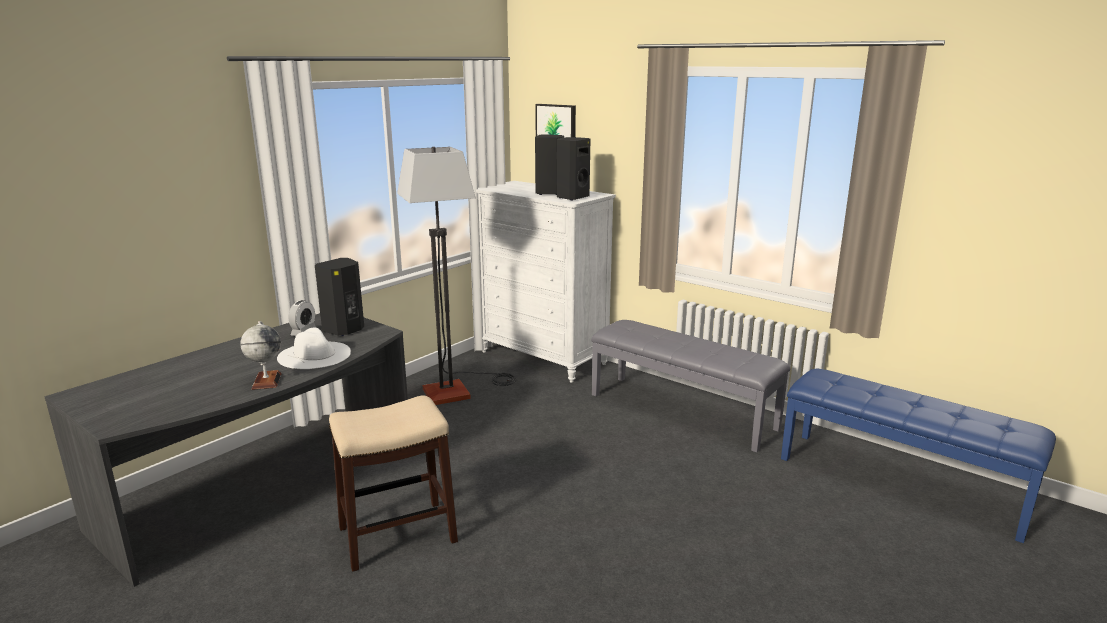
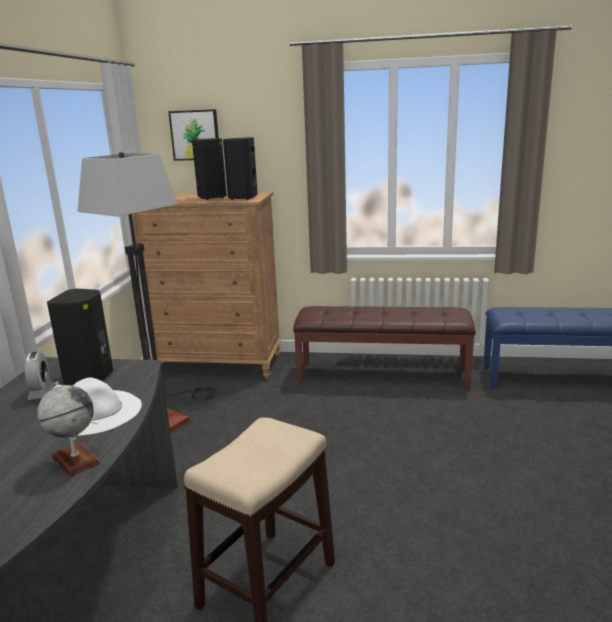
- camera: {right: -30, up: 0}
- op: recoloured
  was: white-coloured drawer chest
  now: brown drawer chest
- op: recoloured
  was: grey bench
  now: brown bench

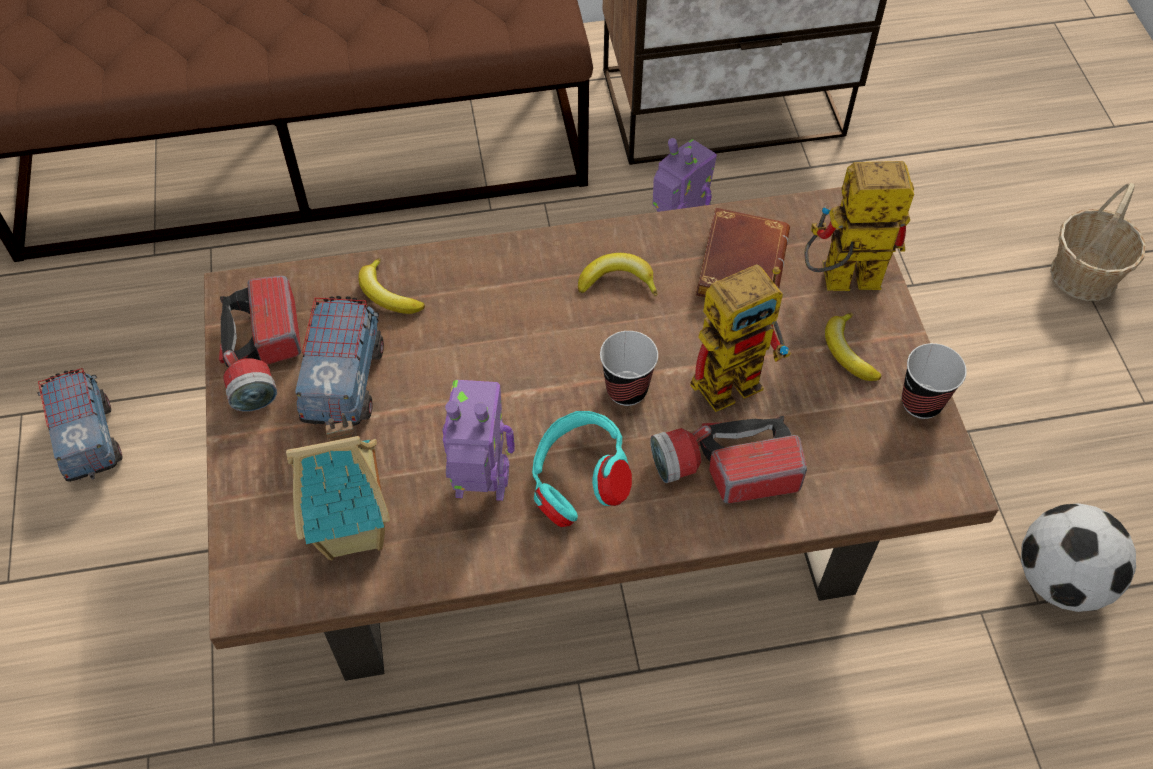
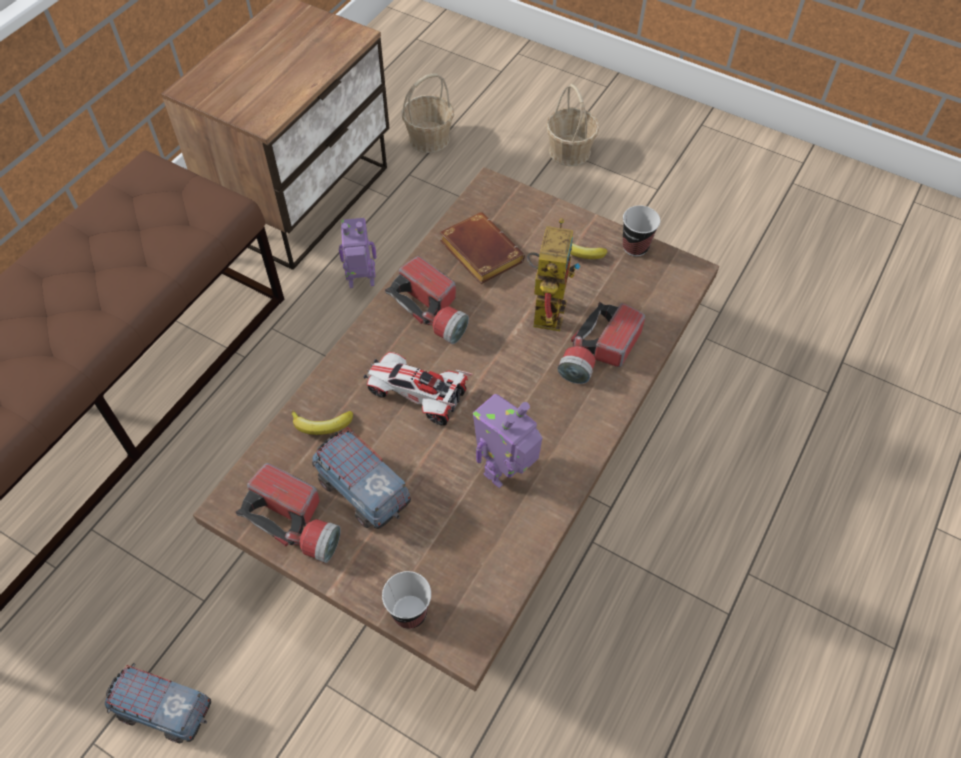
- camera: {right: -50, up: 0}
- op: removed
  was: model house
- op: removed
  was: turquoise-coloured headset
- op: removed
  was: model robot (4th from left)
- op: removed
  was: ball for football
- op: added
  now: miniature car
- op: added
  now: storage basket (1st from left)
- op: moved
  was: cup (1st from left)
- op: replaced
  was: banana (2nd from left)
  now: flashlight (2nd from left)

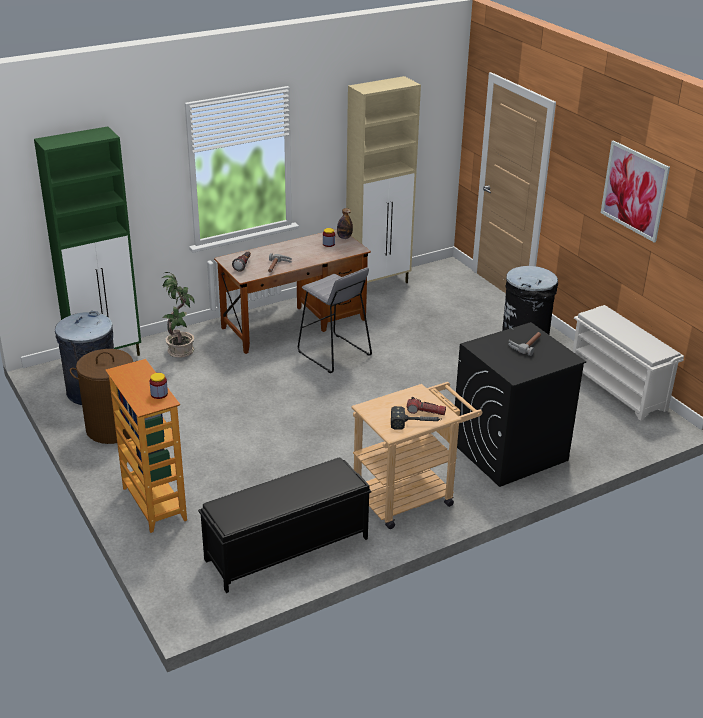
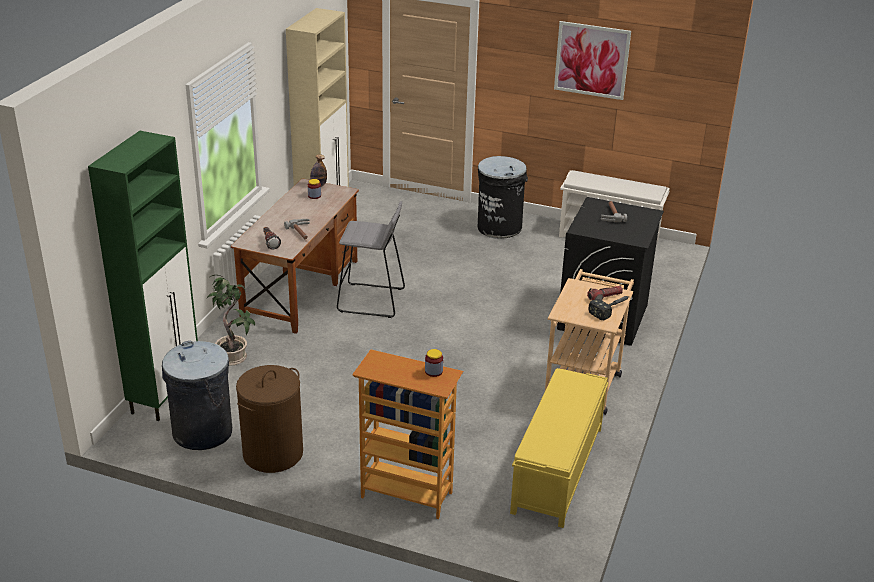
- camera: {right: -40, up: 0}
- op: recoloured
  was: blackish bench
  now: yellow bench

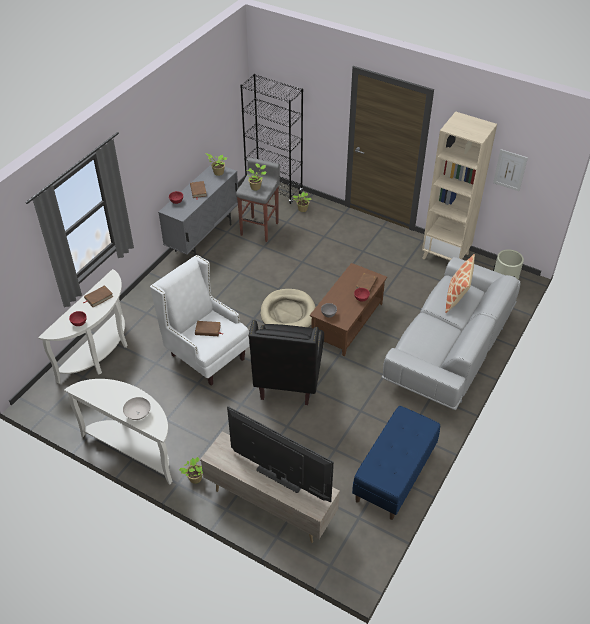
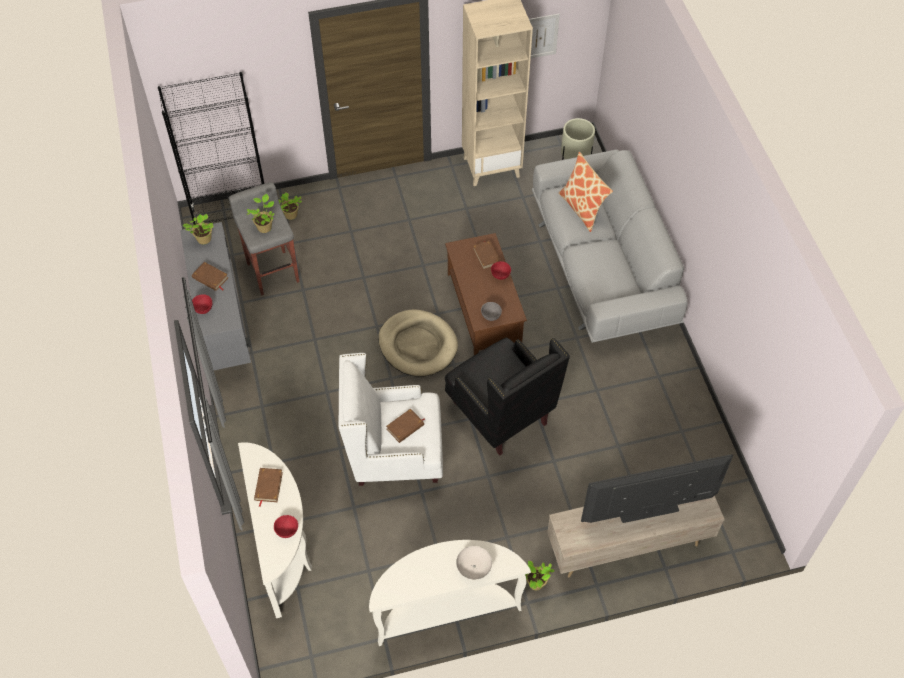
- camera: {right: -45, up: 10}
- op: removed
  was: blue bench

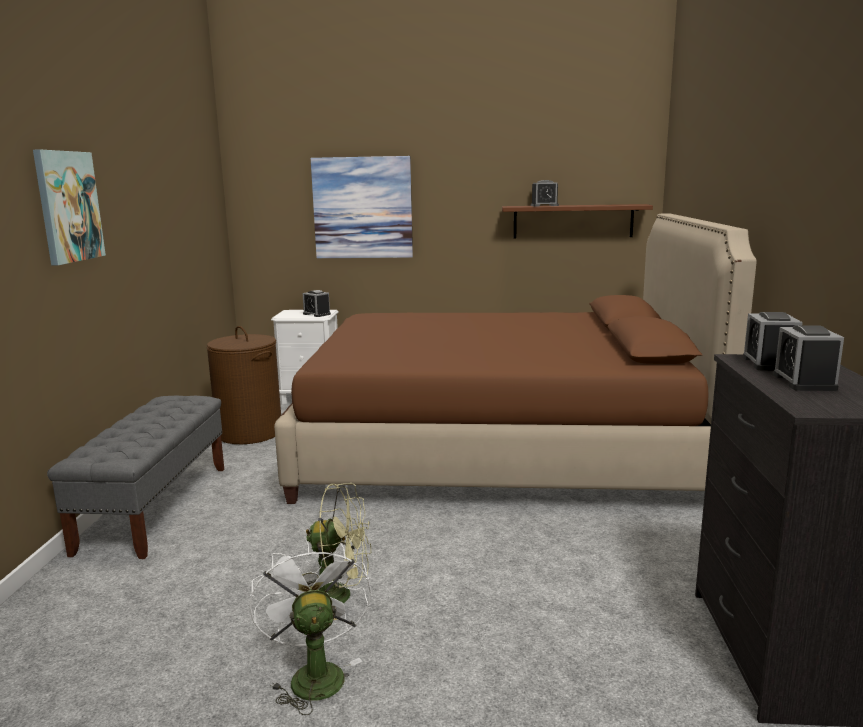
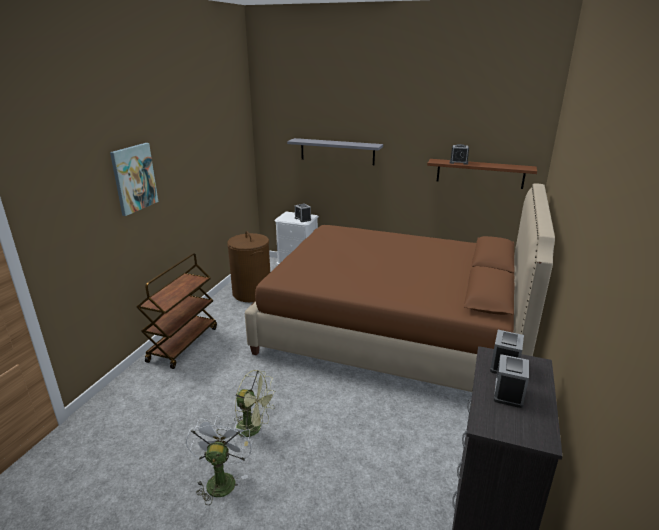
- camera: {right: 15, up: 10}
- op: replaced
  was: grey bench
  now: brown trolley
- op: replaced
  was: wall picture (2nd from left)
  now: grey wall shelf

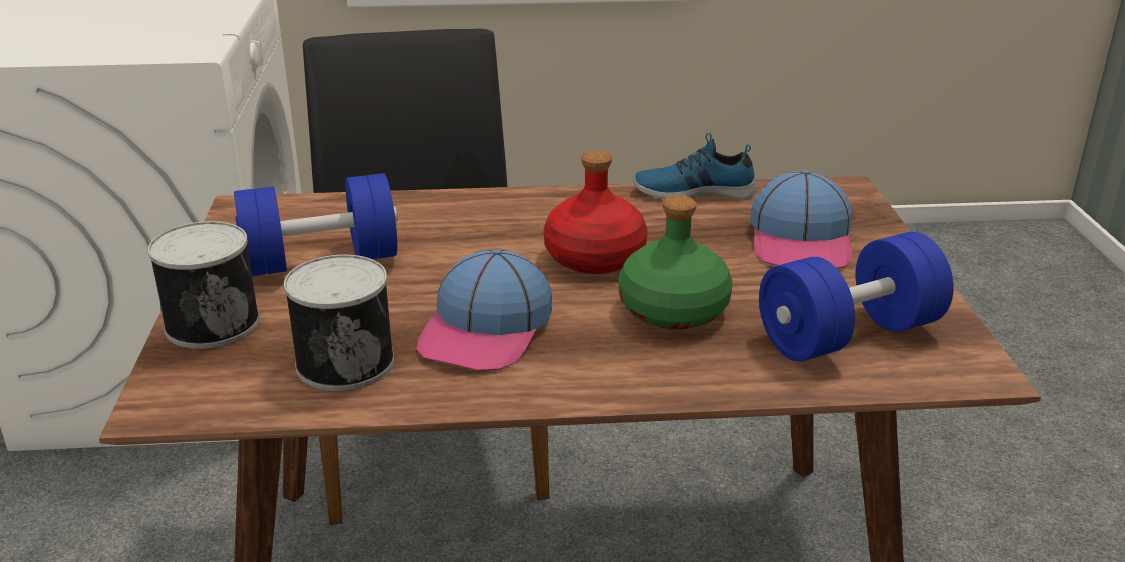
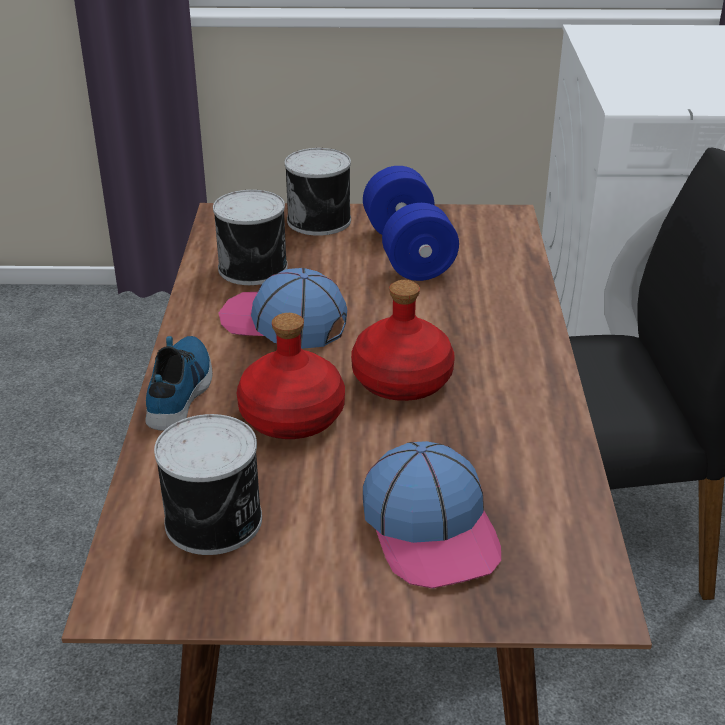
- camera: {right: 95, up: 5}
- op: moved
  was: item of footwear
- op: replaced
  was: blue dumbbell (2nd from left)
  now: metal can (1st from left)
- op: recoloured
  was: greenish drink bottle
  now: reddish drink bottle (1st from left)
- op: turned
  was: cap (2nd from left)
  clockwise: -120

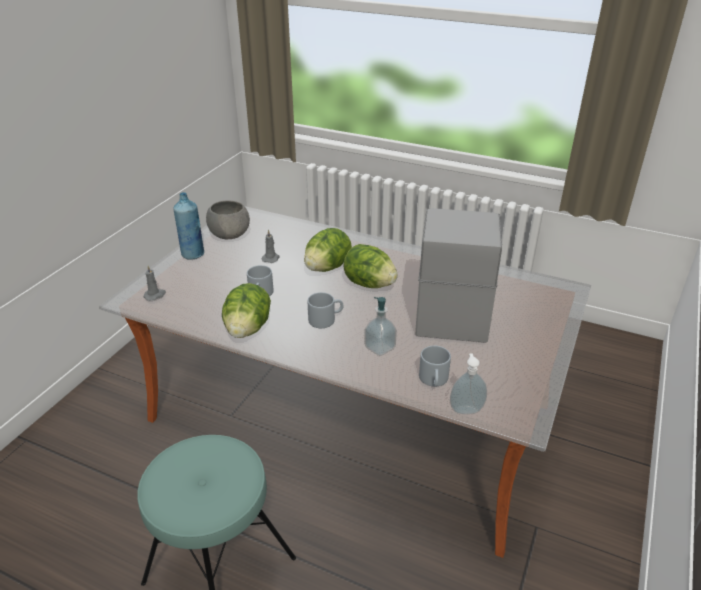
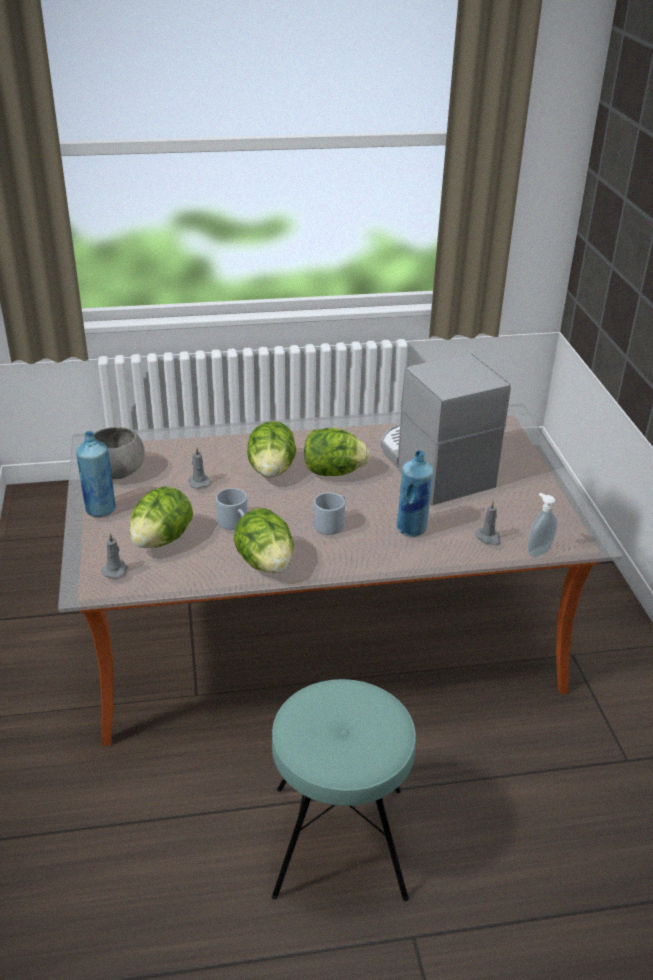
- camera: {right: -35, up: 0}
- op: added
  now: lettuce (1st from left)
- op: replaced
  was: soap bottle (1st from left)
  now: blue drink bottle (2nd from left)
- op: replaced
  was: grey tea mug (3rd from left)
  now: grey wax candle (3rd from left)

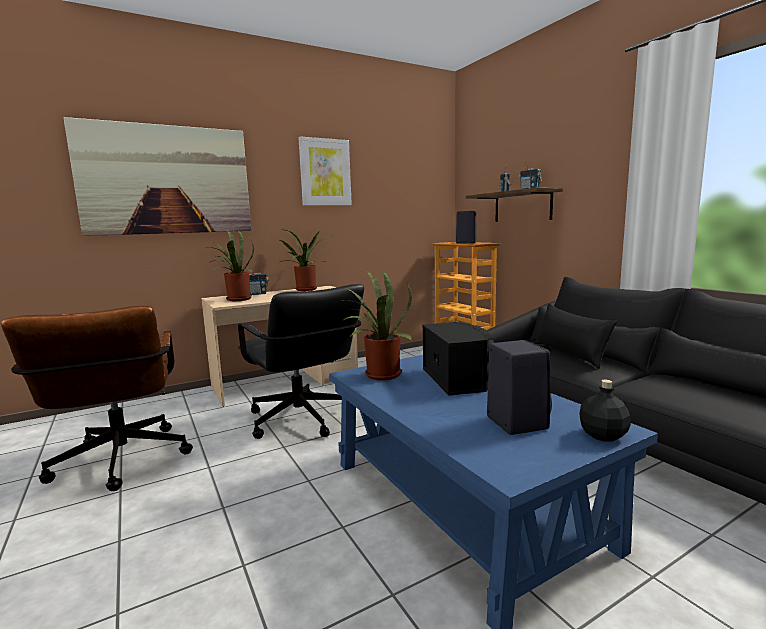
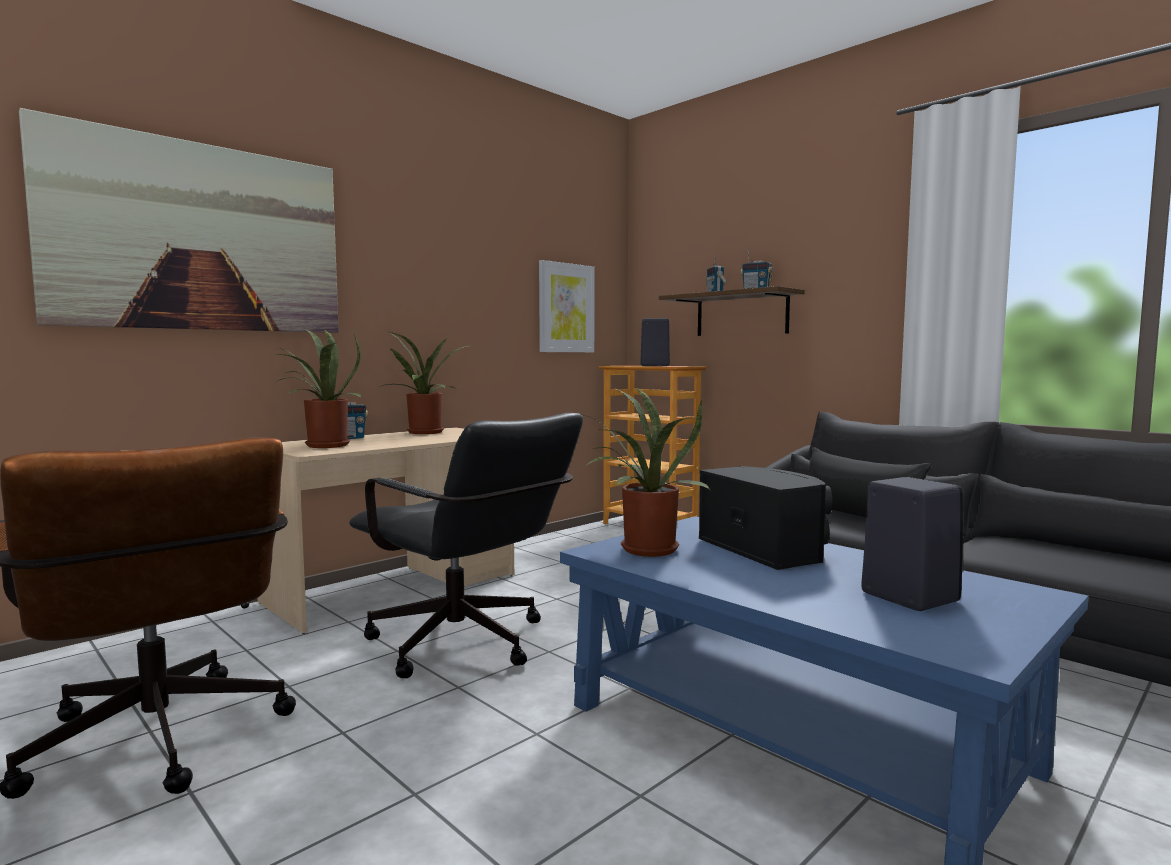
- camera: {right: -15, up: -5}
- op: removed
  was: blackish drink bottle
- op: moved
  was: wall picture (2nd from left)

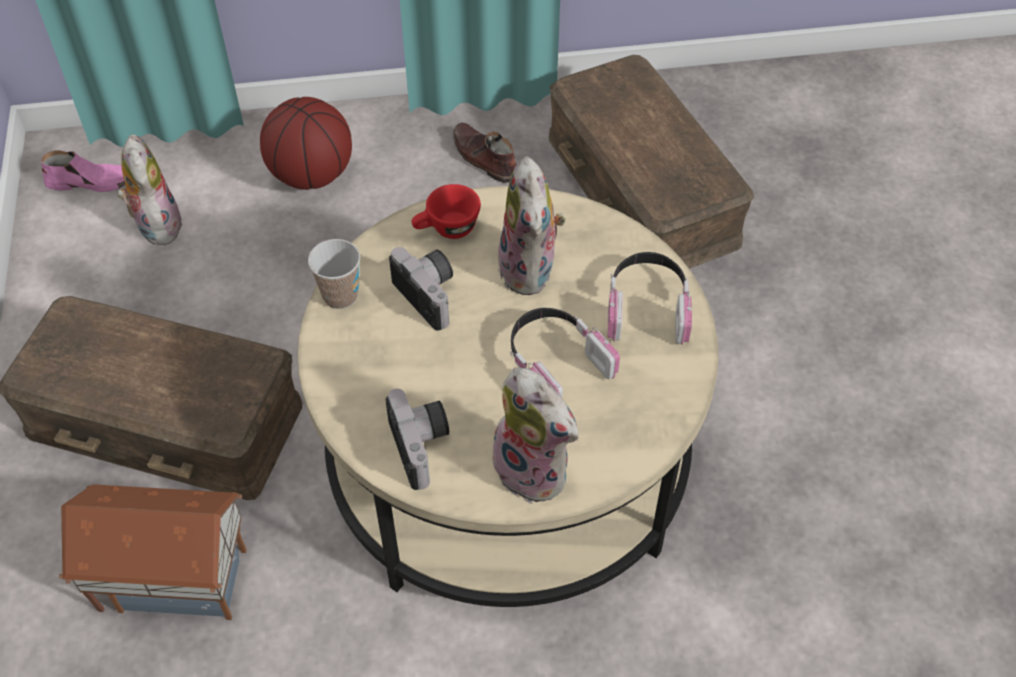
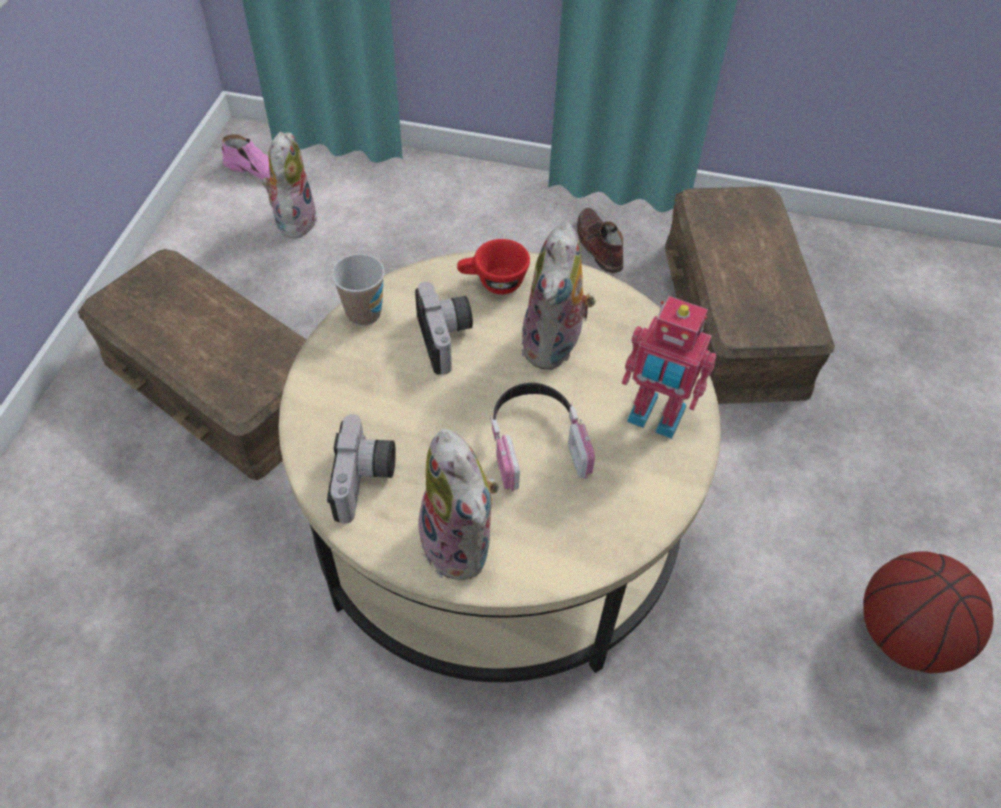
- camera: {right: 20, up: 0}
- op: removed
  was: model house
- op: moved
  was: ball for basketball
- op: replaced
  was: headset (2nd from left)
  now: model robot

